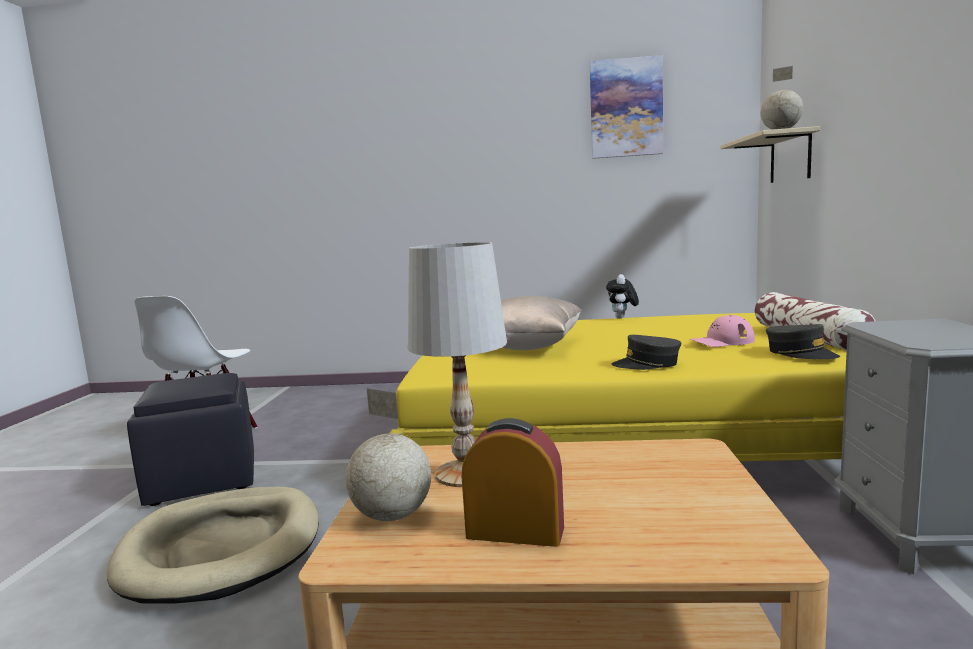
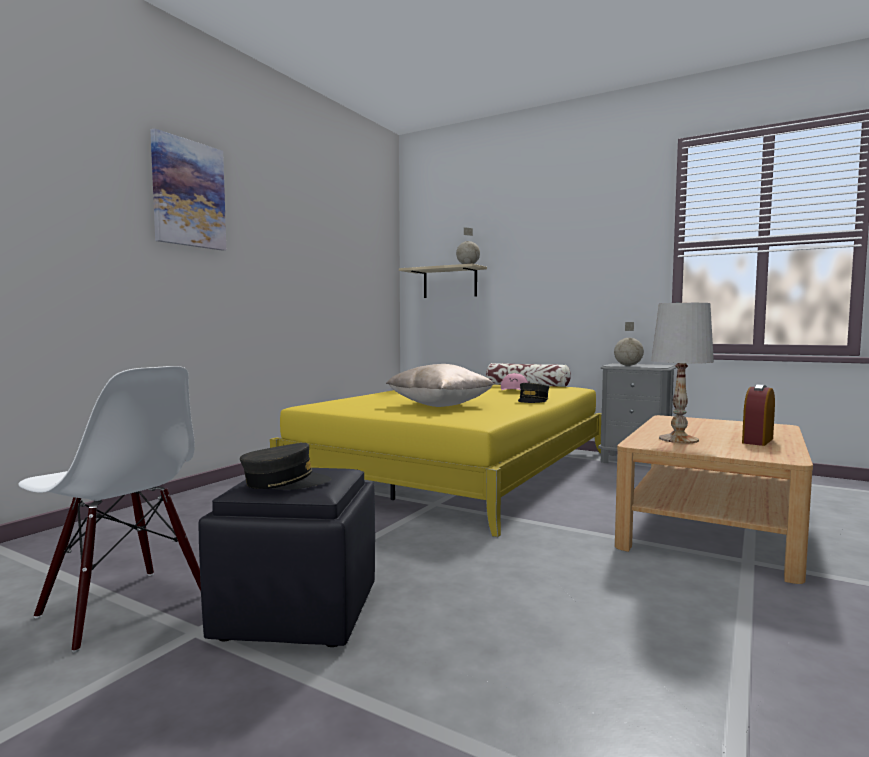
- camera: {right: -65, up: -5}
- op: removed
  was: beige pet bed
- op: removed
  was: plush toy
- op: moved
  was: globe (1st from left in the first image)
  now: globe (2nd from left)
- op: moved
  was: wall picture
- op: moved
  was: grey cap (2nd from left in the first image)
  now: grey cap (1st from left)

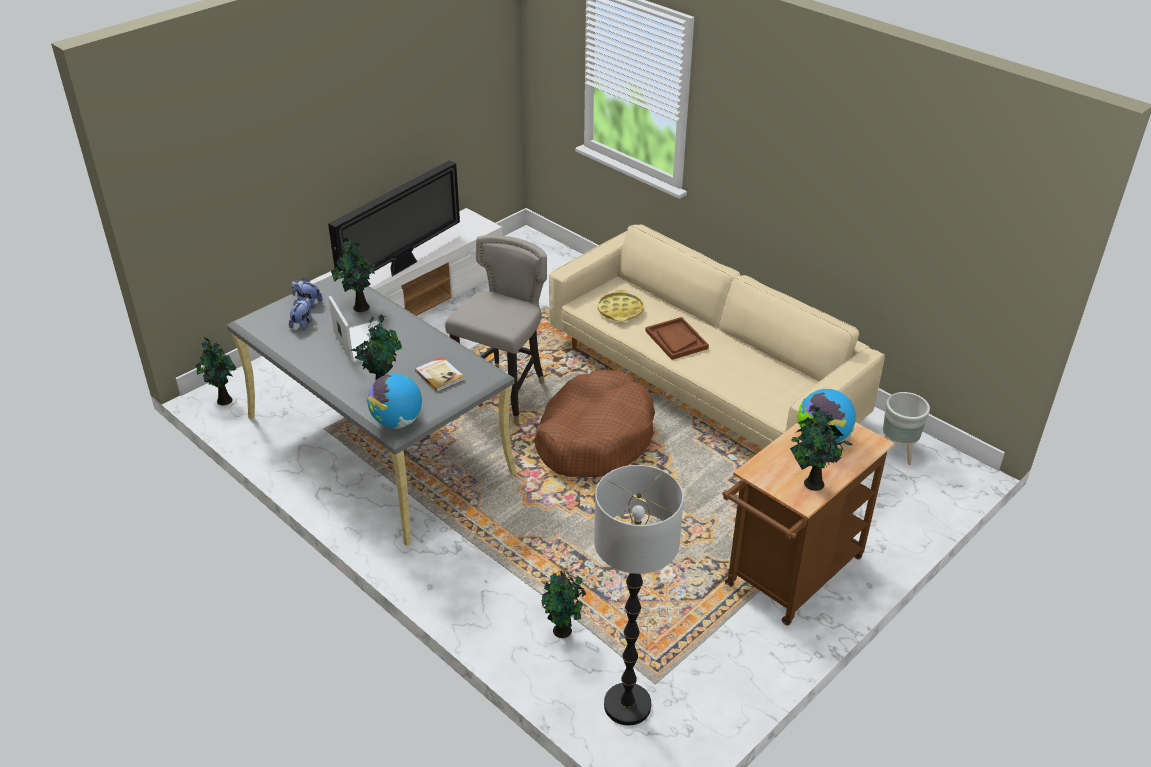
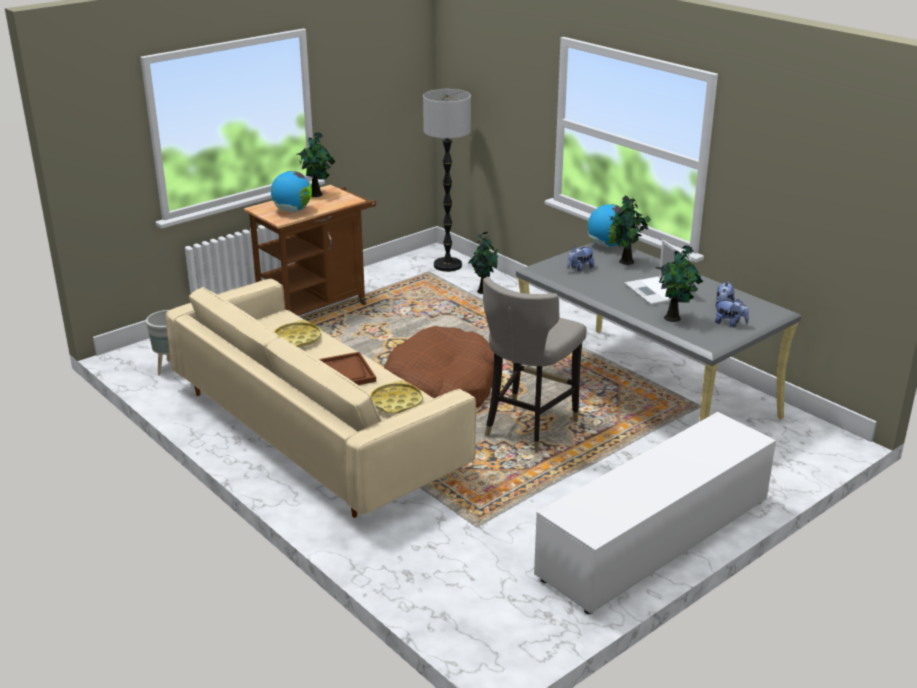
- camera: {right: -175, up: -10}
- op: removed
  was: potted plant (1st from left)
- op: removed
  was: TV
- op: added
  now: yellow carrying tray (1st from left)
- op: replaced
  was: book
  now: plush toy (1st from left)

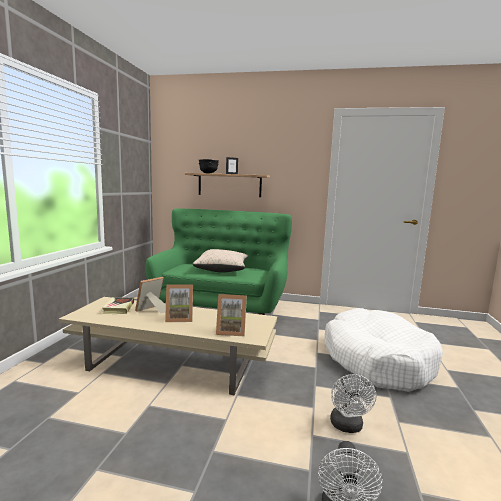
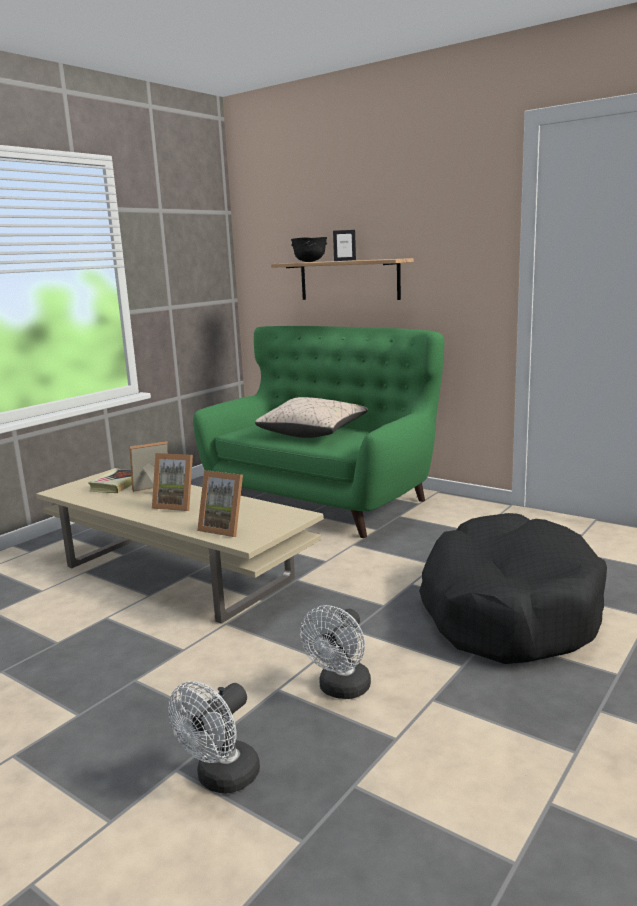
- camera: {right: 25, up: 5}
- op: recoloured
  was: white-coloured pet bed
  now: blackish pet bed

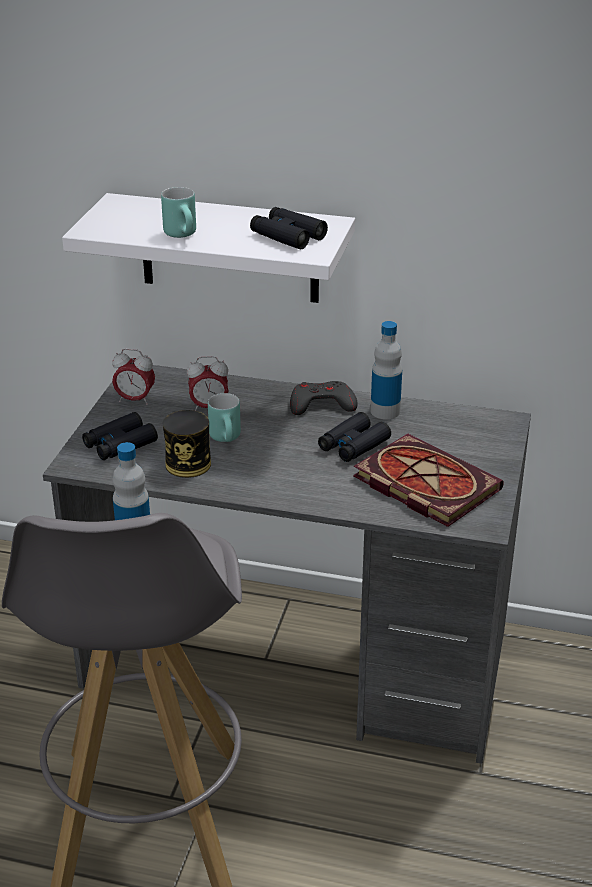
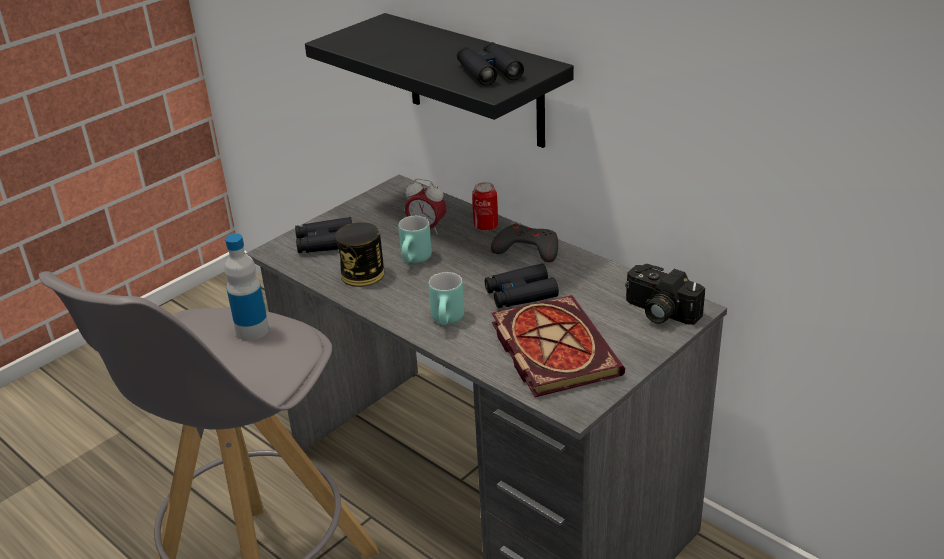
- camera: {right: 30, up: 0}
- op: removed
  was: bedside clock (1st from left)
- op: removed
  was: drink bottle (2nd from left)
- op: added
  now: metal can (2nd from left)
- op: added
  now: still camera
- op: moved
  was: turquoise-coloured tea mug (1st from left in the first image)
  now: turquoise-coloured tea mug (2nd from left)
- op: recoloured
  was: white-coloured wall shelf
  now: blackish wall shelf

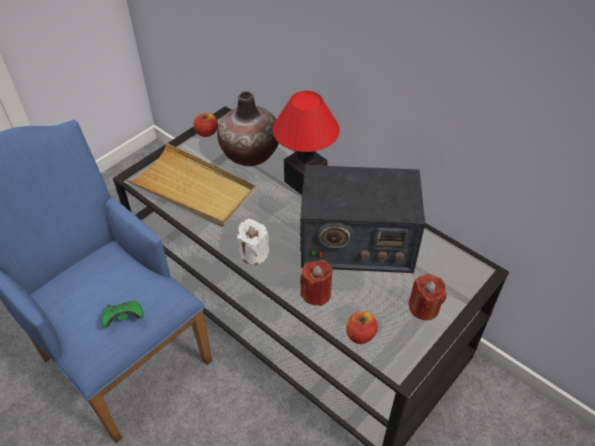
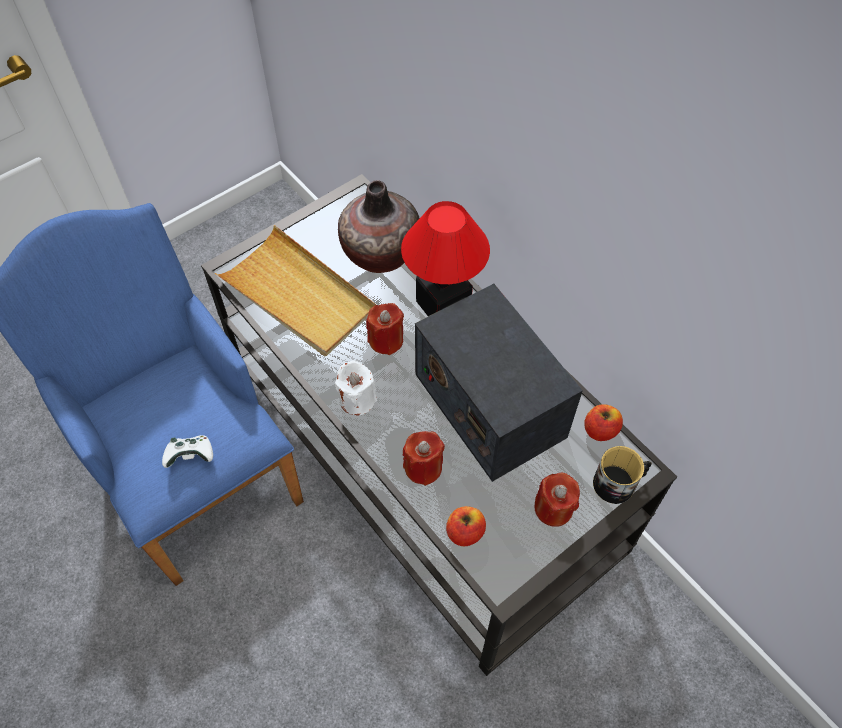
- camera: {right: 10, up: 10}
- op: added
  now: reddish wax candle (1st from left)
- op: added
  now: tea mug
- op: moved
  was: apple fruit (1st from left in the first image)
  now: apple fruit (2nd from left)
- op: recoloured
  was: greenish gamepad
  now: white-coloured gamepad
- op: turned
  was: radio
  clockwise: 45

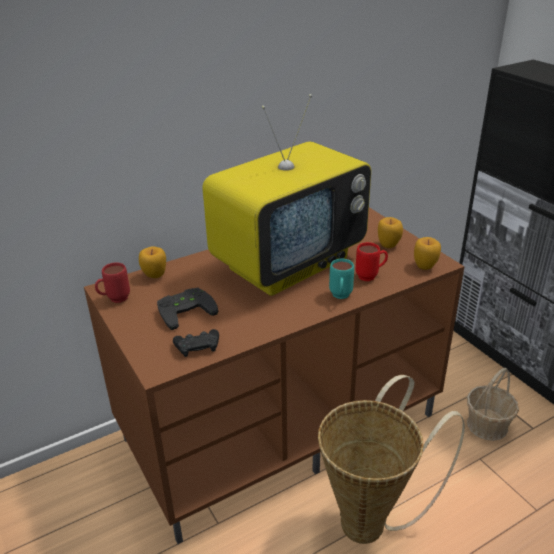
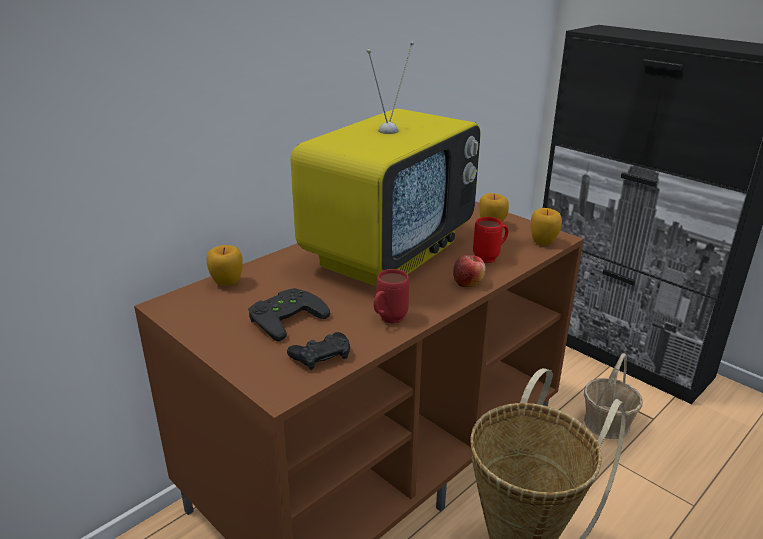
- camera: {right: -15, up: -5}
- op: moved
  was: reddish tea mug (1st from left)
- op: replaced
  was: turquoise-coloured tea mug
  now: apple fruit (2nd from left)

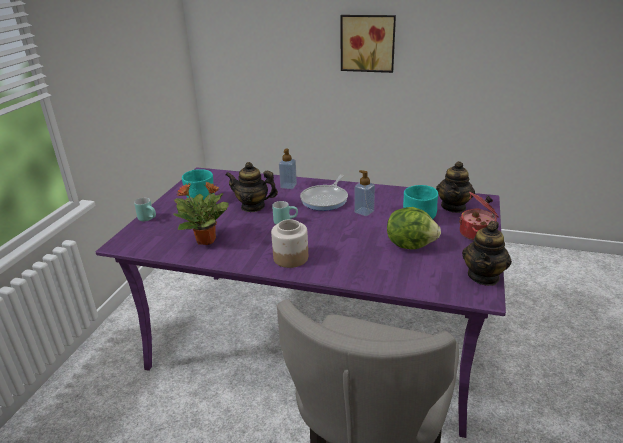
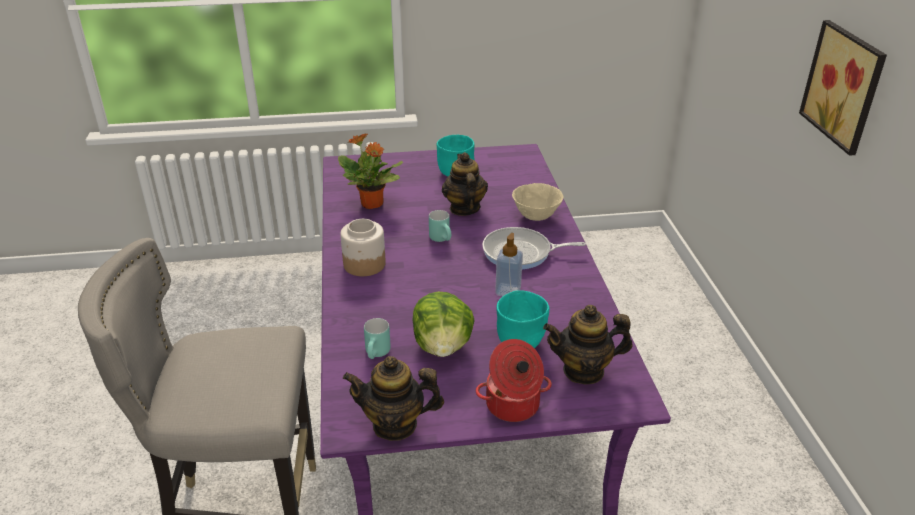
- camera: {right: 65, up: 5}
- op: moved
  was: turquoise-coloured tea mug (1st from left)
- op: replaced
  was: soap bottle (1st from left)
  now: beige bowl

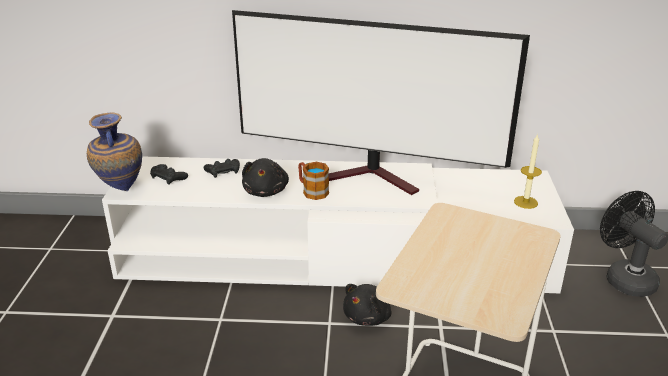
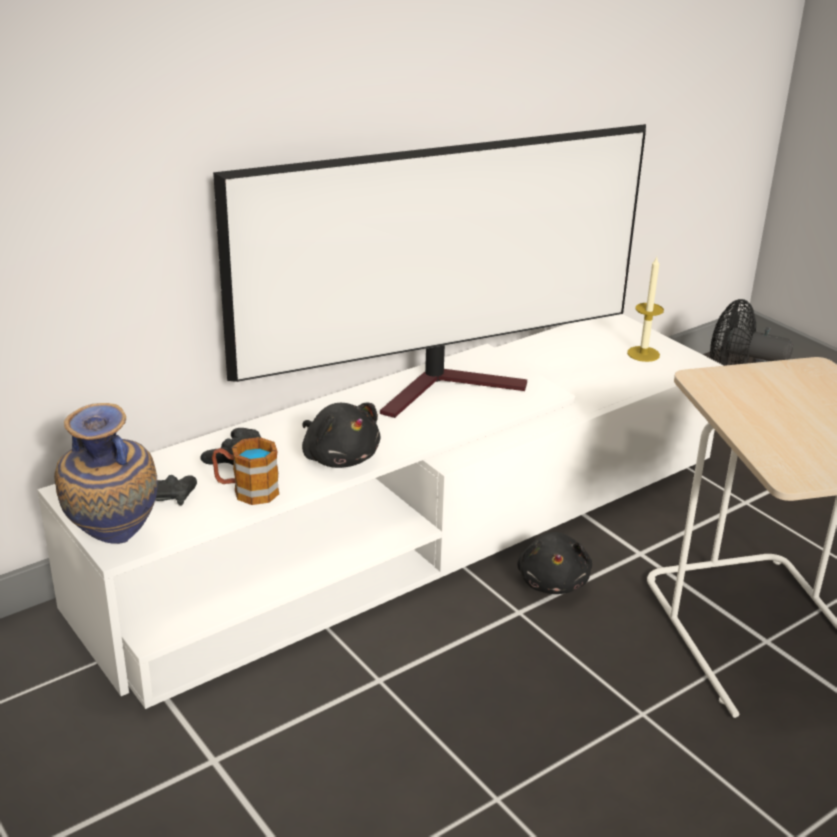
- camera: {right: -40, up: 0}
- op: moved
  was: tea mug

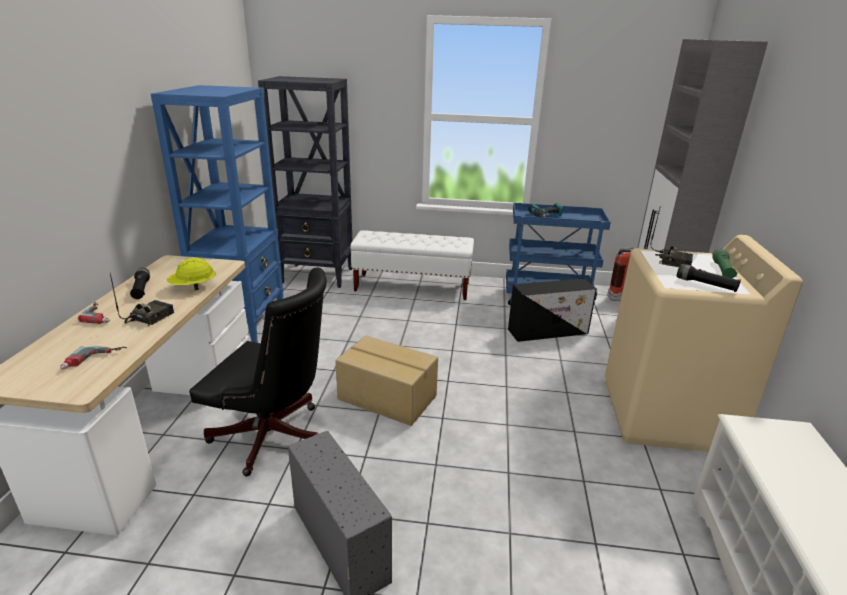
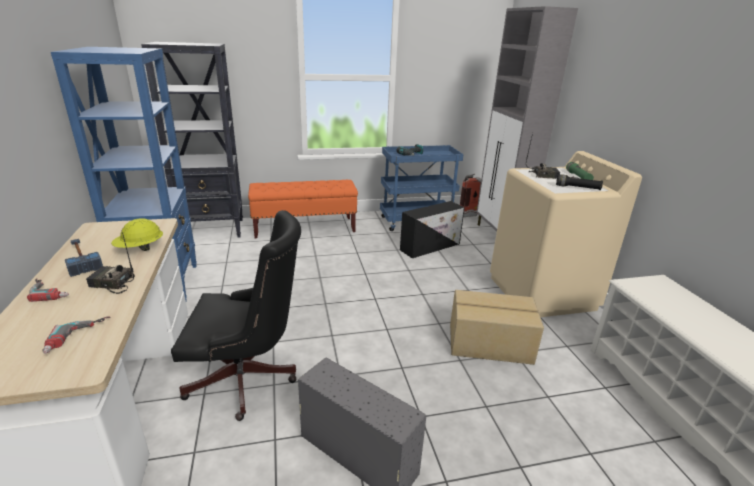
- camera: {right: -20, up: 0}
- op: moved
  was: packing box
- op: replaced
  was: blackish flashlight (1st from left)
  now: hand hammer
- op: recoloured
  was: white-coloured bench
  now: orangey bench
- op: turned
  was: radio (1st from left)
  clockwise: -90

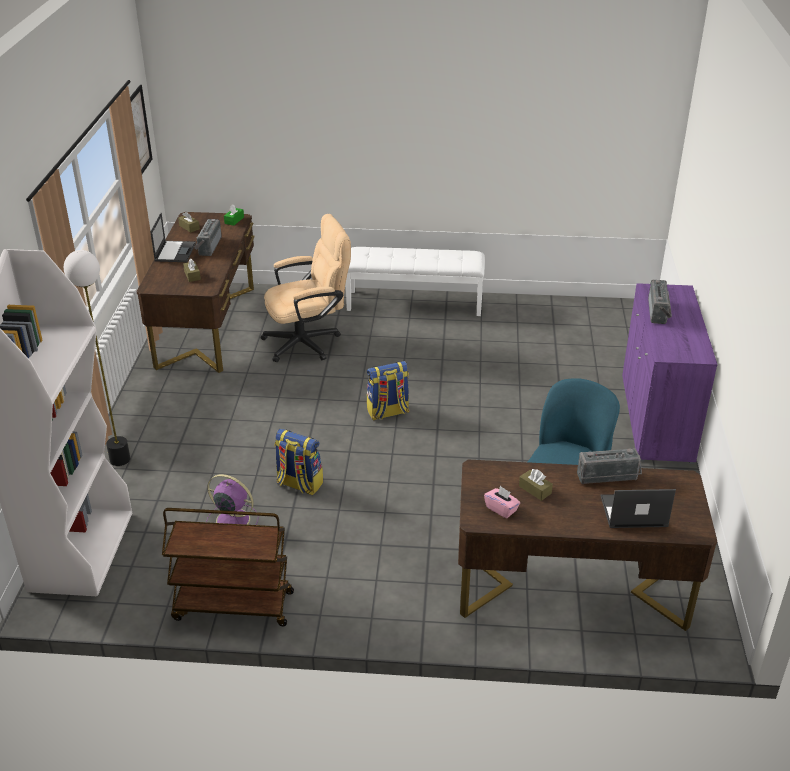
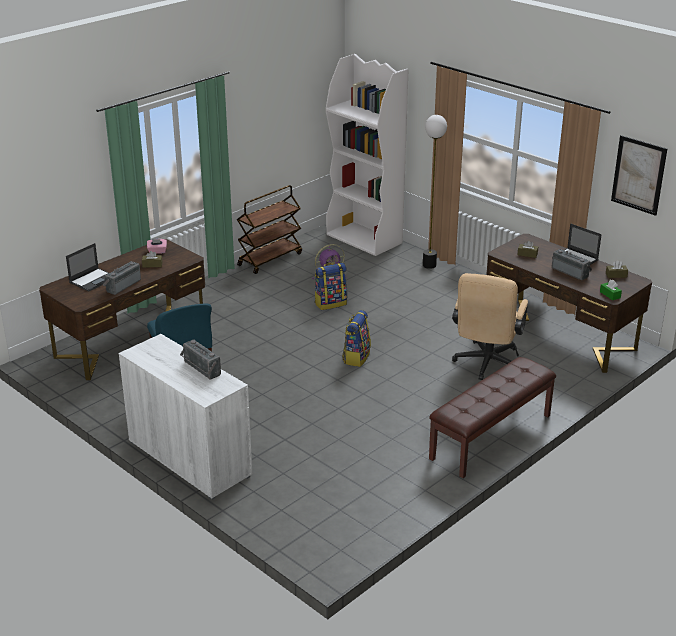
- camera: {right: 130, up: -5}
- op: recoloured
  was: white-coloured bench
  now: brown bench
- op: recoloured
  was: purple-coloured storage cabinet
  now: white-coloured storage cabinet

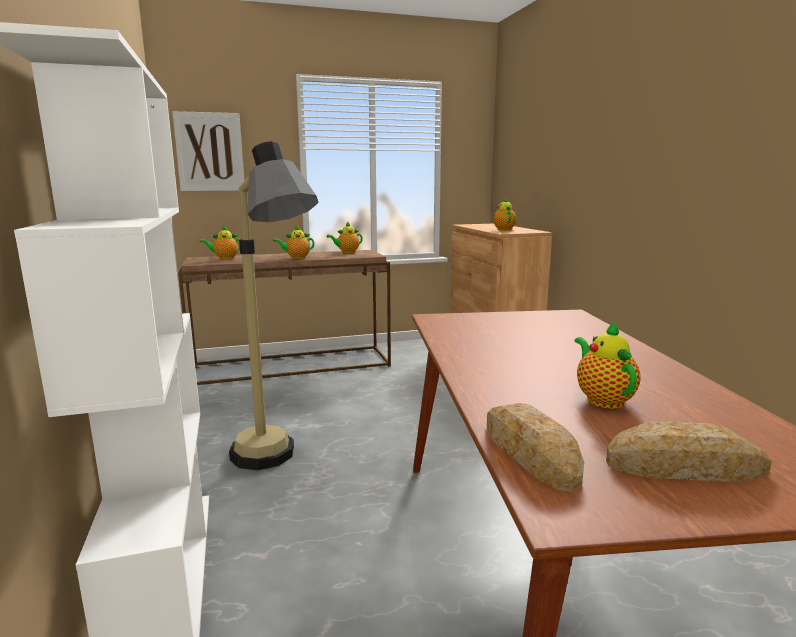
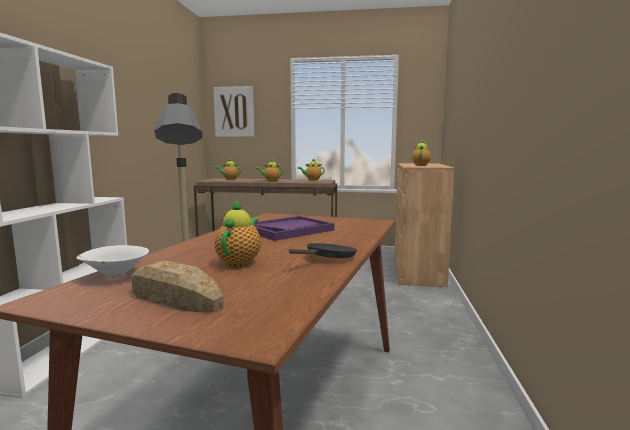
- camera: {right: 25, up: -5}
- op: added
  now: purple-coloured carrying tray
- op: added
  now: blackish pan
- op: replaced
  was: baked bread (1st from left)
  now: white-coloured bowl

